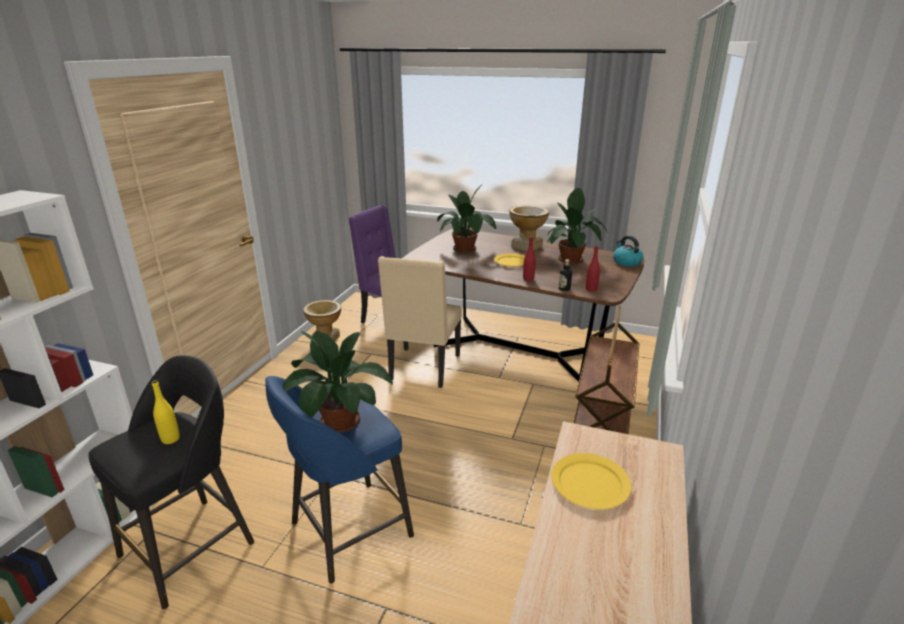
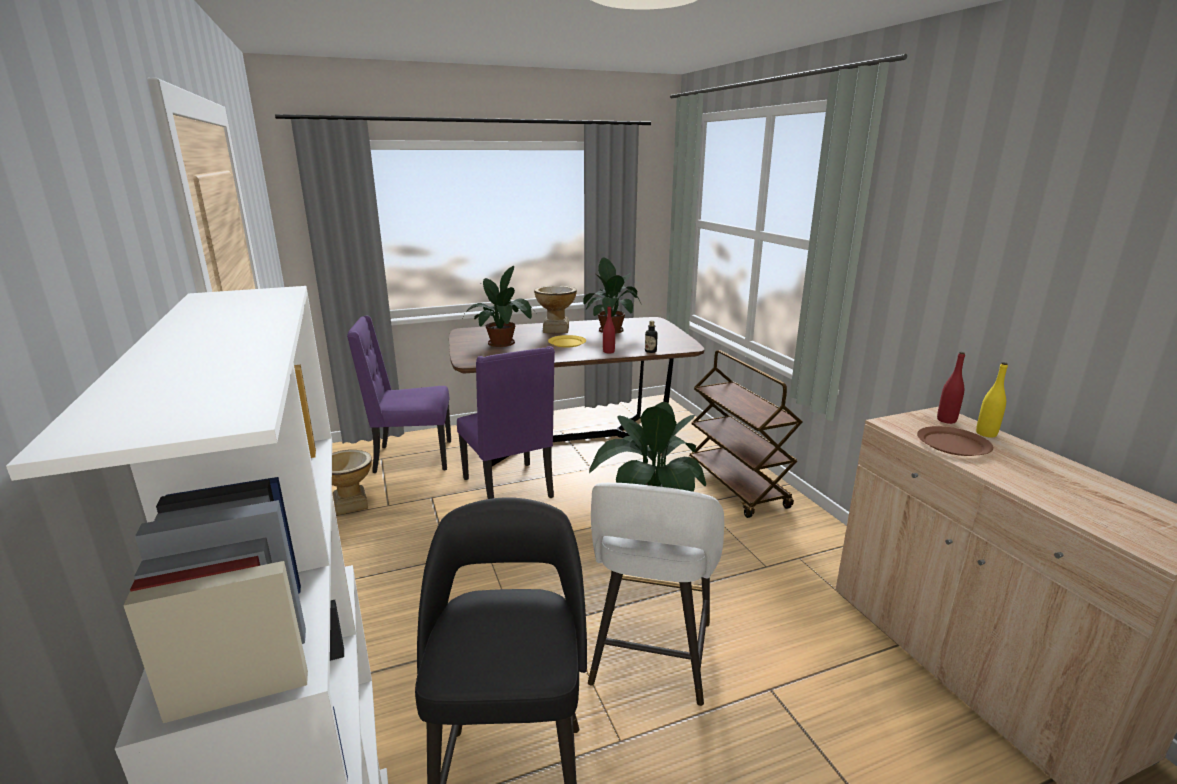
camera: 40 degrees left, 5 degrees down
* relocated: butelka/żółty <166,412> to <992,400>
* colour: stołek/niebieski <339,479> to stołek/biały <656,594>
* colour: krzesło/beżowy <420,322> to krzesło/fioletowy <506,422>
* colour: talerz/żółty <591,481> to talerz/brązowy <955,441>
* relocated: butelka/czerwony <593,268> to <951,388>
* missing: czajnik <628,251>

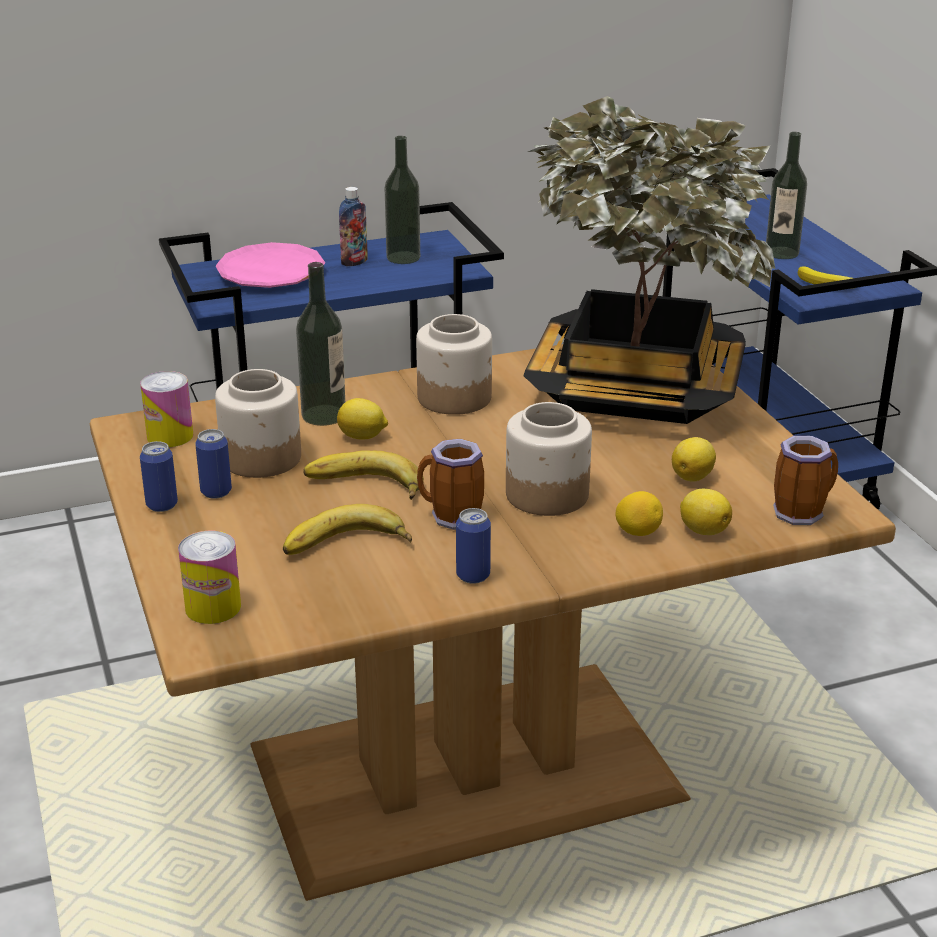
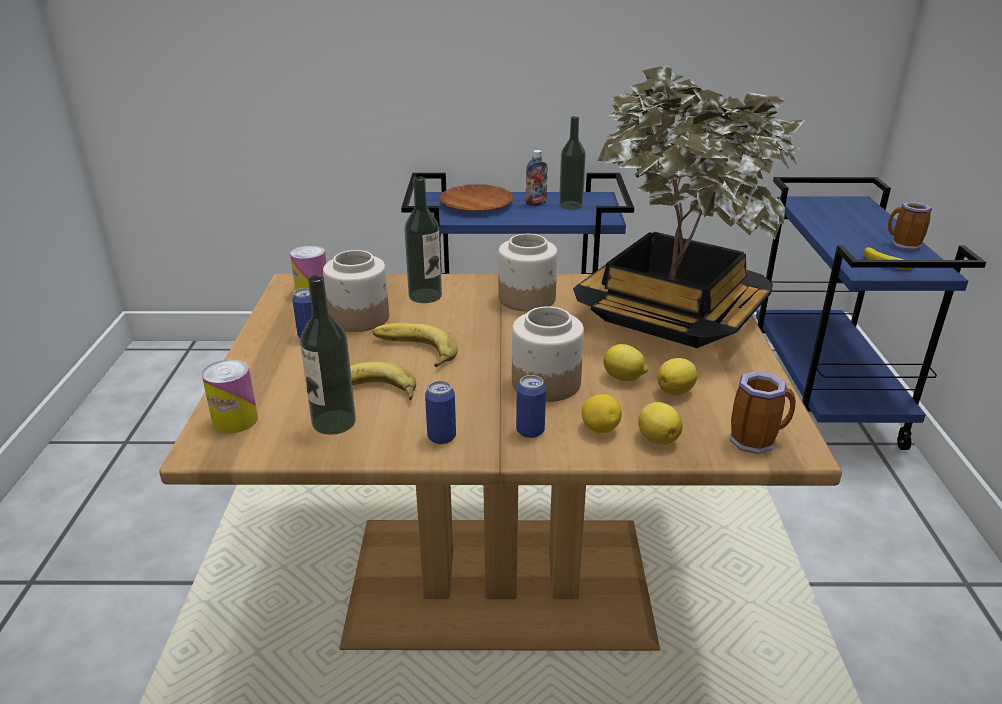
camera: 20 degrees right, 0 degrees up
* relocated: puszka <159,476> to <531,406>
* colour: talerz/różowy <270,265> to talerz/brązowy <476,198>
* relocated: cytryna <362,419> to <625,362>
* relocated: kubek <450,484> to <910,225>
* relocated: butelka <786,195> to <328,355>

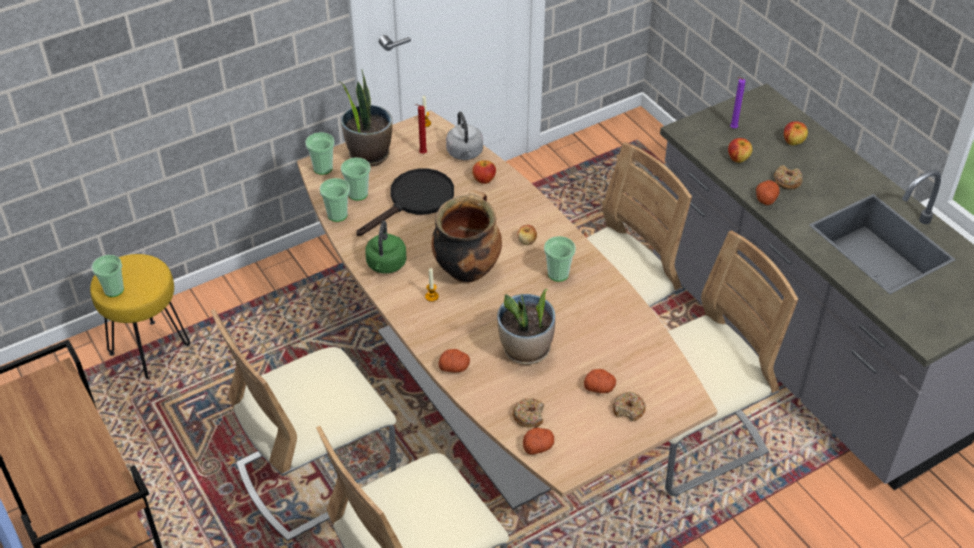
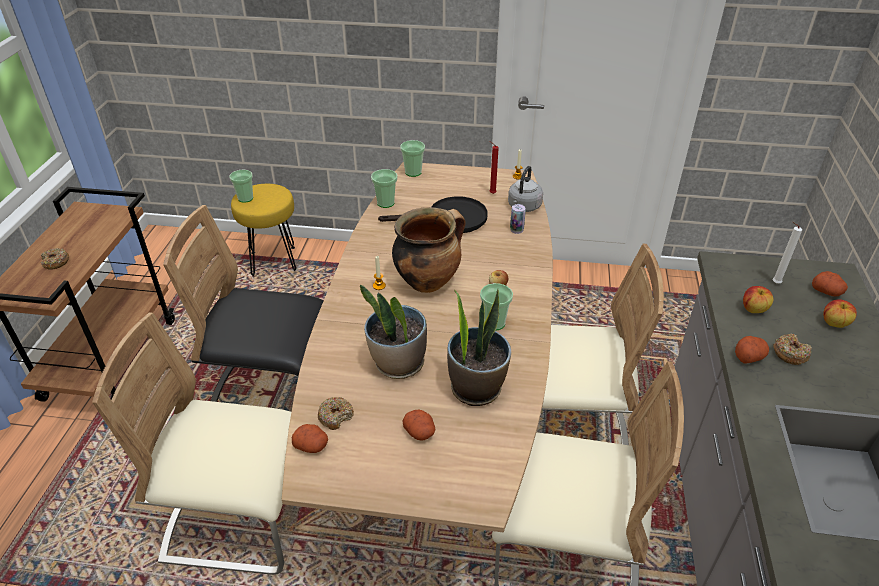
camera: 40 degrees right, 5 degrees down
* colour: krzesło/beżowy <303,425> to krzesło/czarny <243,303>
* relocated: roślina doniczkowa <365,118> to <479,347>
* missing: filiżanka <356,179>
* missing: czajnik/zielony <386,247>
* relocated: ziemniak <454,360> to <830,284>
* exchanged: jabłko <484,172> to puszka <518,219>
* relocated: donut <629,407> to <55,259>
* colour: świeca/fioletowy <737,102> to świeca/biały <787,253>

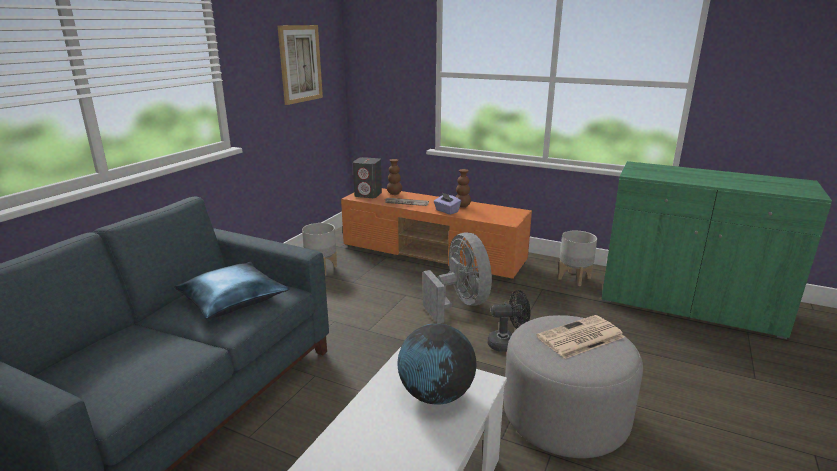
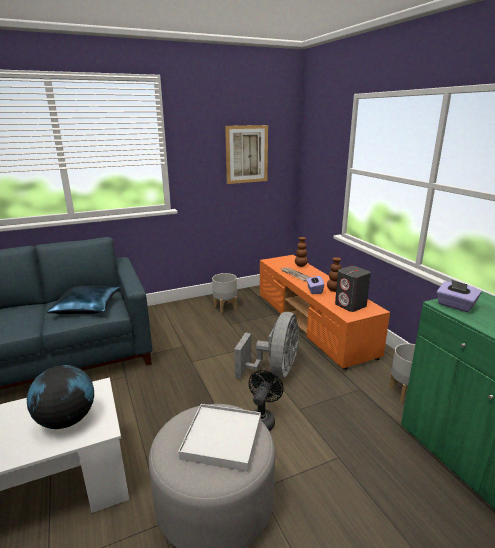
camera: 40 degrees right, 0 degrees up
* relocated: głośnik/szary <367,177> to <353,289>
* spun: wentylator/czarny <508,321> = <265,400> 105 degrees counterclockwise
* exchanged: gazeta <581,337> to taca/biały <219,438>
* appeared: pudełko chusteczek/fioletowy <459,296>

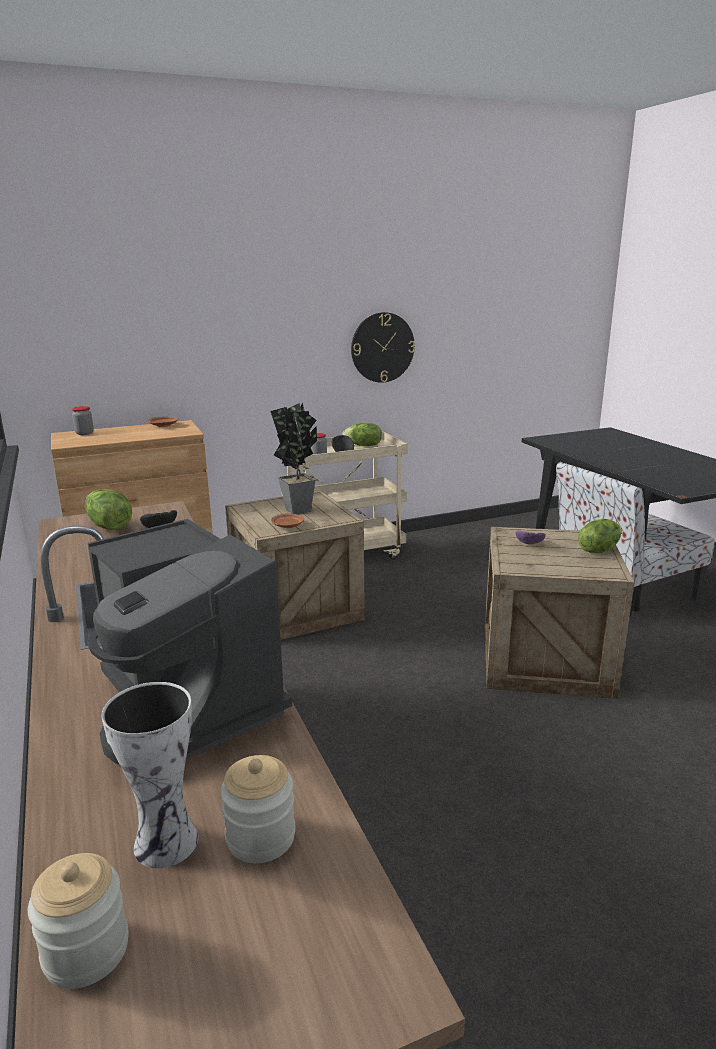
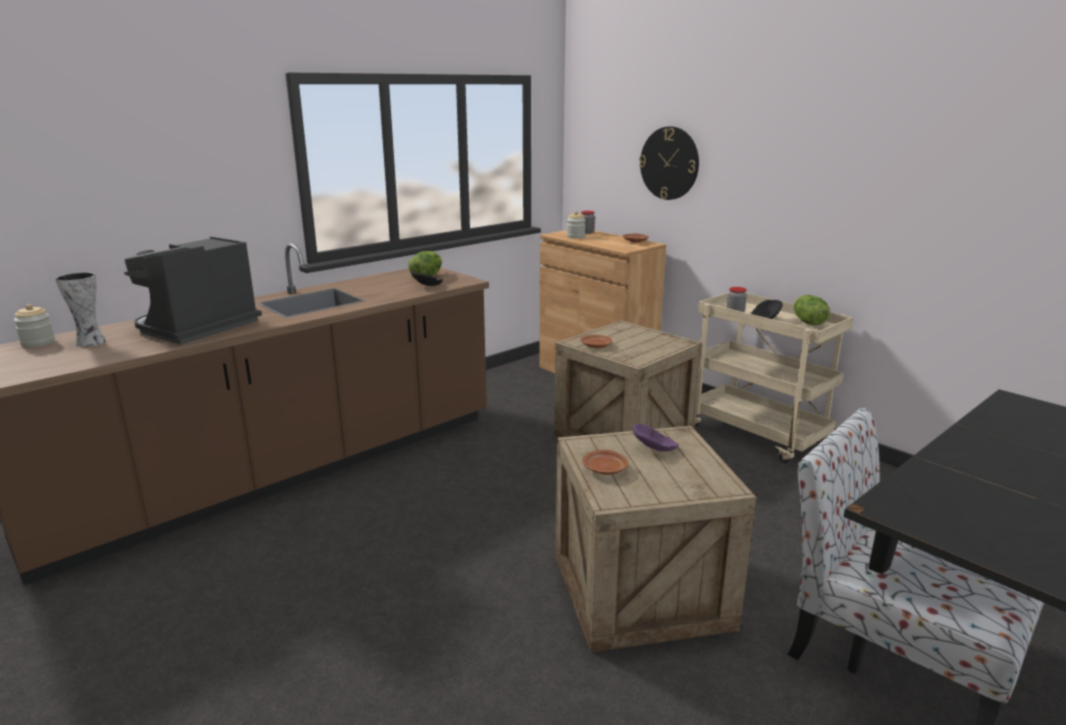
camera: 70 degrees right, 0 degrees up
* relocated: słoik <257,809> to <576,225>
* missing: roślina doniczkowa <293,458>
* relocated: zegar ścienny <383,347> to <669,163>
* missing: sałata <600,536>
* appeared: talerz/brązowy <605,462>

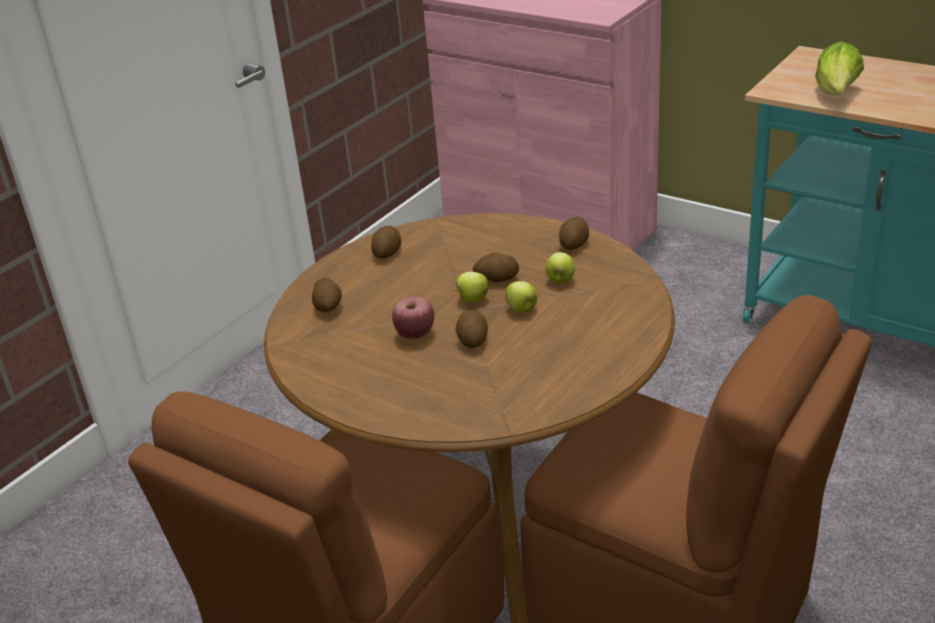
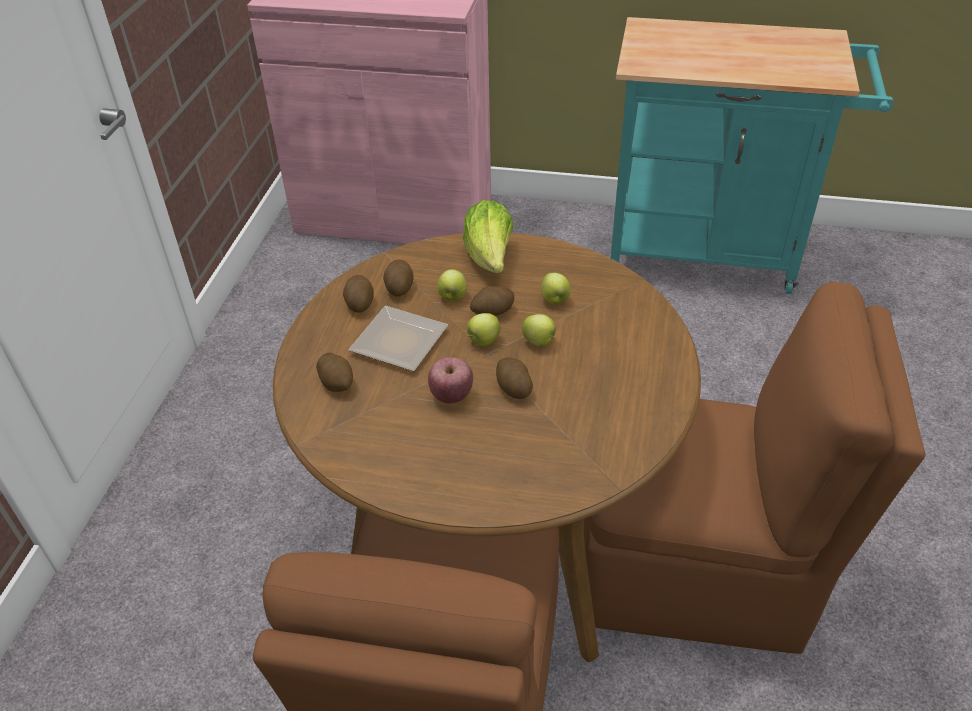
camera: 25 degrees left, 10 degrees up
* relocated: ziemniak <574,233> to <398,277>
* relocated: sałata <839,68> to <488,236>
* appeared: talerz <398,338>
* appeared: jabłko <452,285>

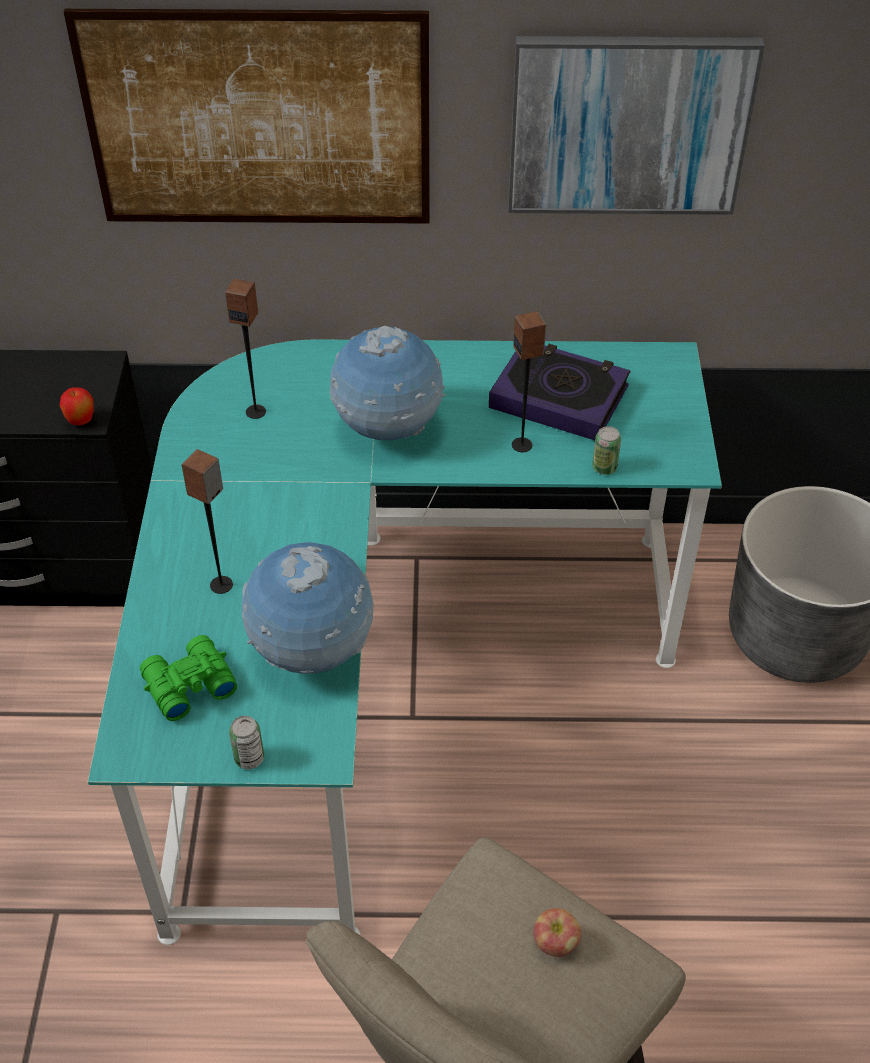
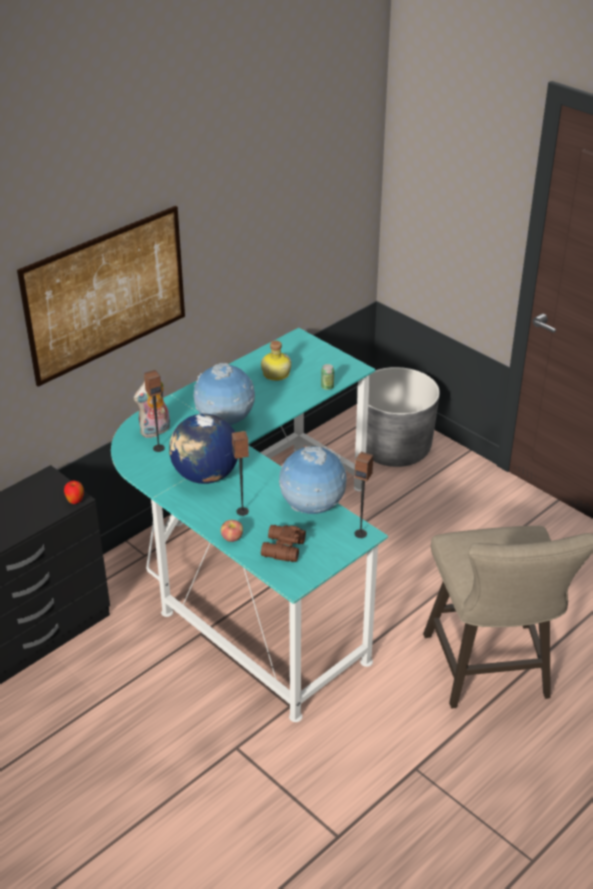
camera: 45 degrees left, 10 degrees down
* colour: lornetka/zielony <188,678> to lornetka/brązowy <283,543>
* missing: puszka <246,742>
* exchanged: książka <560,392> to butelka <276,361>
* missing: obraz <636,125>
* relocated: głośnik <529,381> to <363,495>
* relocated: jabłko <557,932> to <232,531>
* appeared: pluszak <152,409>
* appeared: globus <203,449>

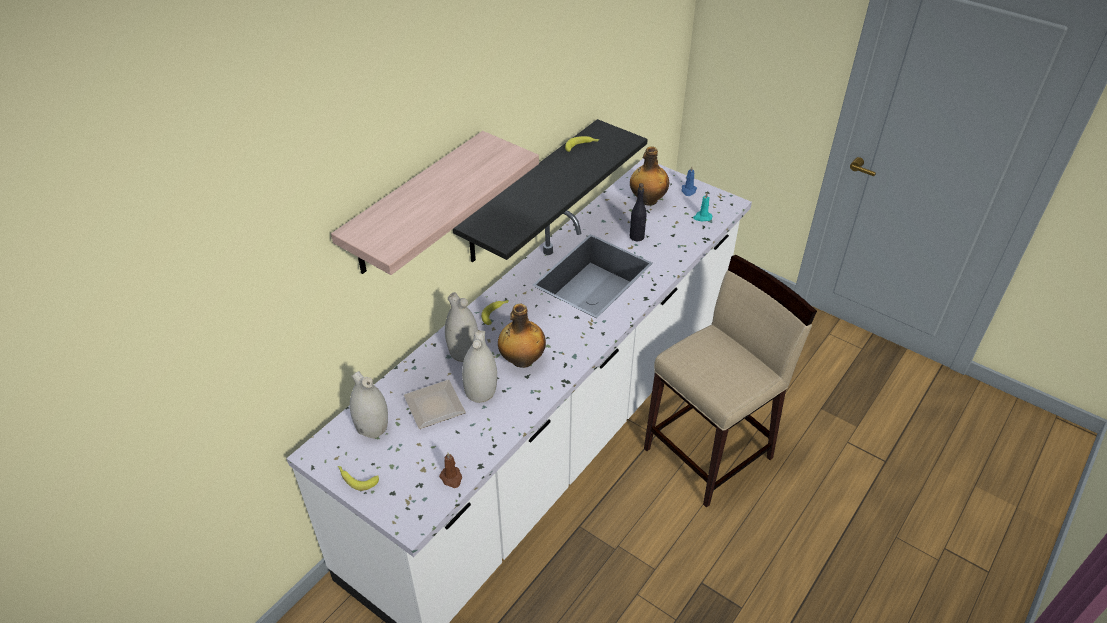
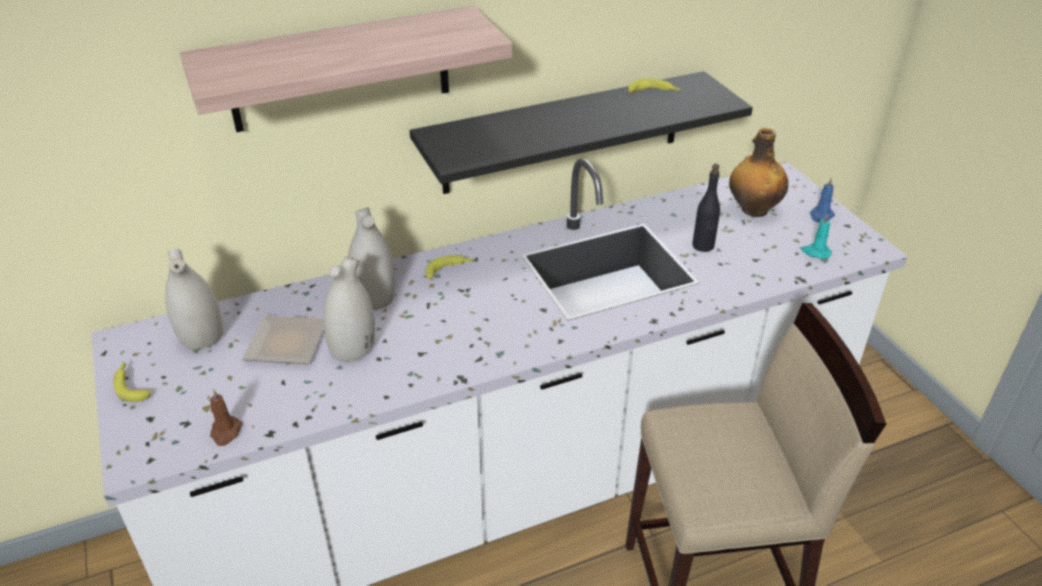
camera: 30 degrees right, 5 degrees down
* missing: butelka <522,336>

